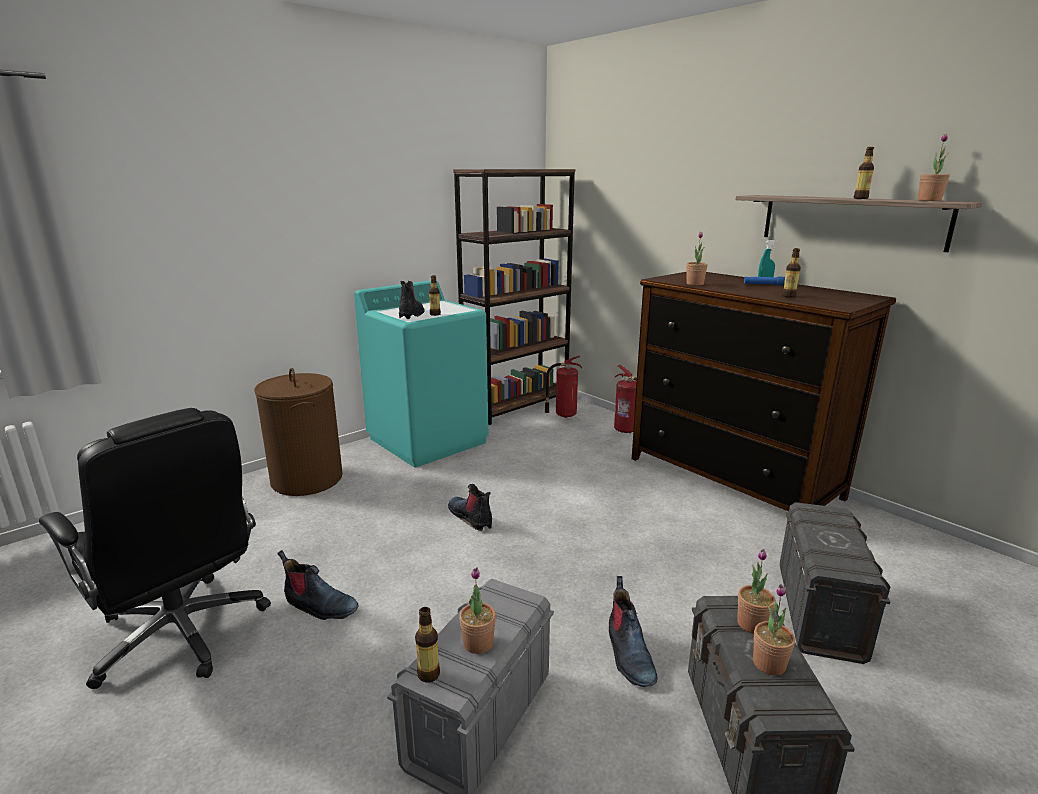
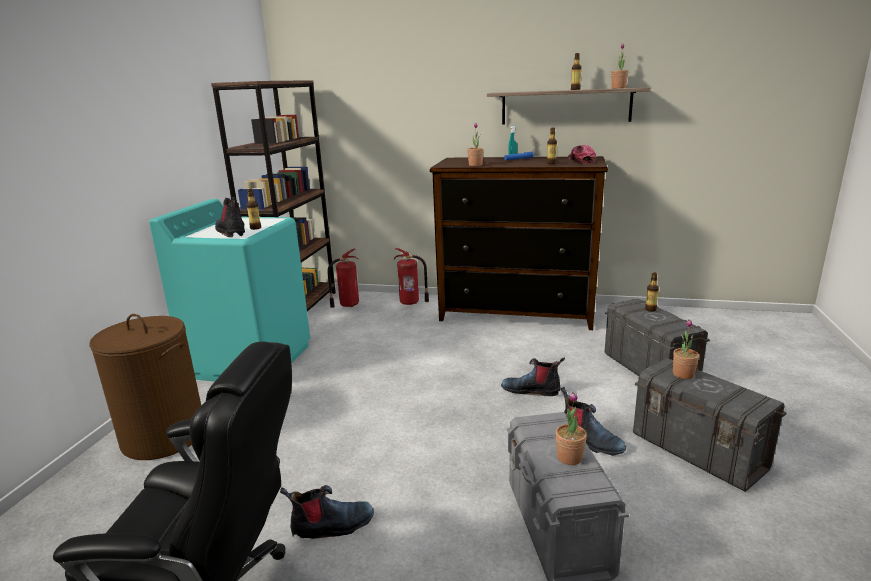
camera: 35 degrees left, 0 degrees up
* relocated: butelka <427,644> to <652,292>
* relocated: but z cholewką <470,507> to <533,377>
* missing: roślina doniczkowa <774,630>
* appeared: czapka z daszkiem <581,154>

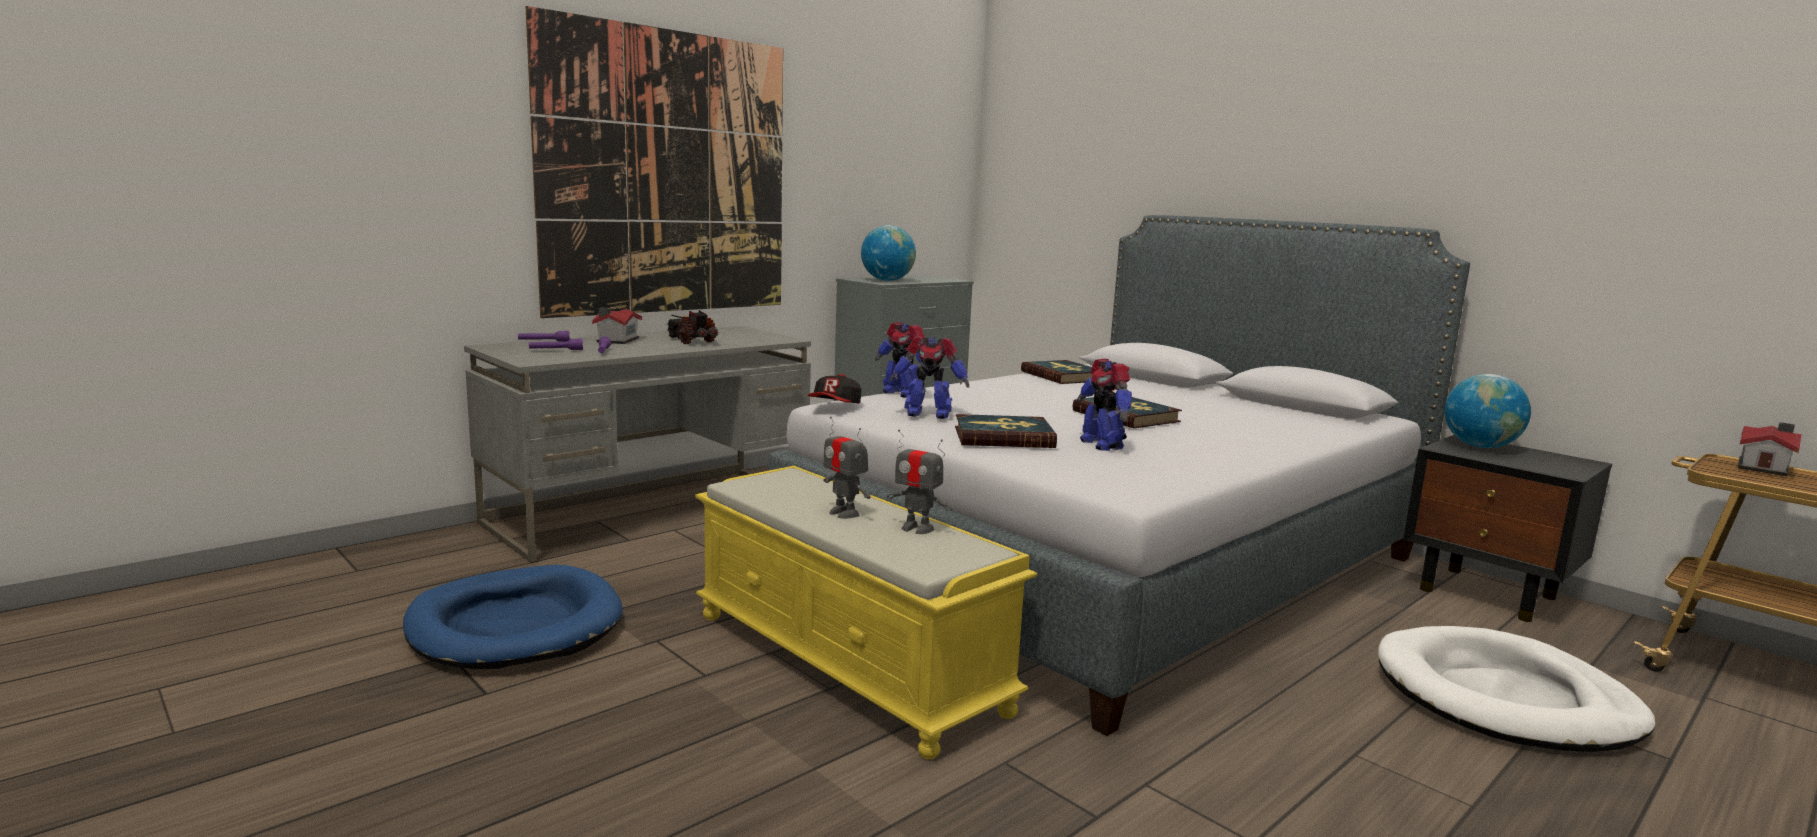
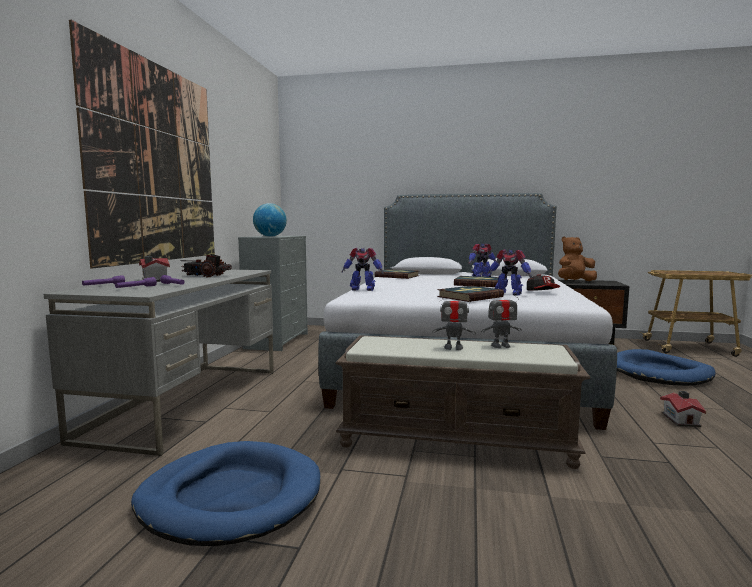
camera: 35 degrees left, 5 degrees down
* colour: ławka/żółty <866,612> to ławka/brązowy <462,402>
* relocated: czapka z daszkiem <834,388> to <543,282>
* relocated: robot zabawkowy <929,377> to <482,260>
* colour: legowisko/biały <1516,689> to legowisko/niebieski <666,367>
* exchanged: globus <1487,411> to pluszak/brązowy <577,258>
* relocated: domek <1770,449> to <683,409>

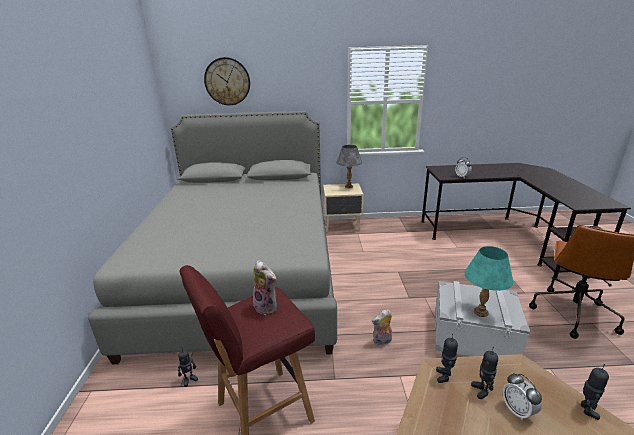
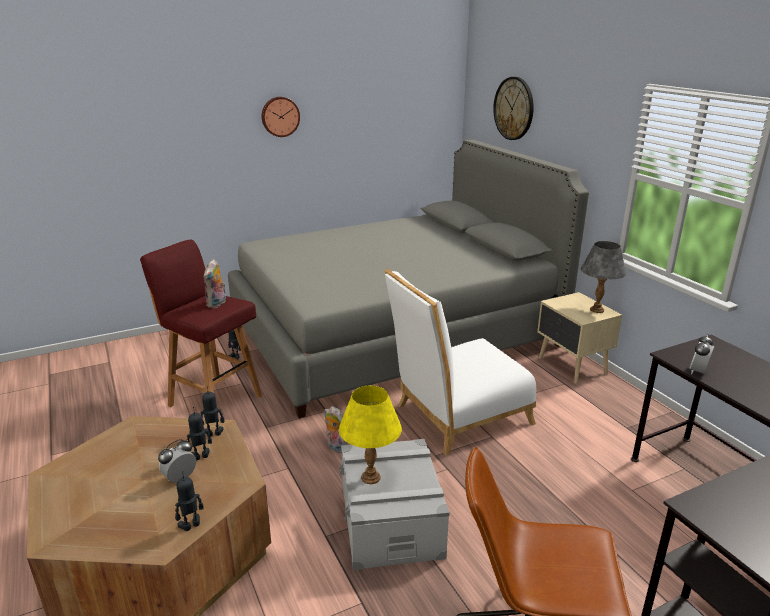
camera: 65 degrees right, 0 degrees up
* colour: lampa stołowa/turkusowy <488,281> to lampa stołowa/żółty <370,435>
* spun: robot zabawkowy <595,392> = <189,501> 150 degrees clockwise
* appeared: zegar ścienny <281,117>
* appeared: krzesło/biały <460,362>

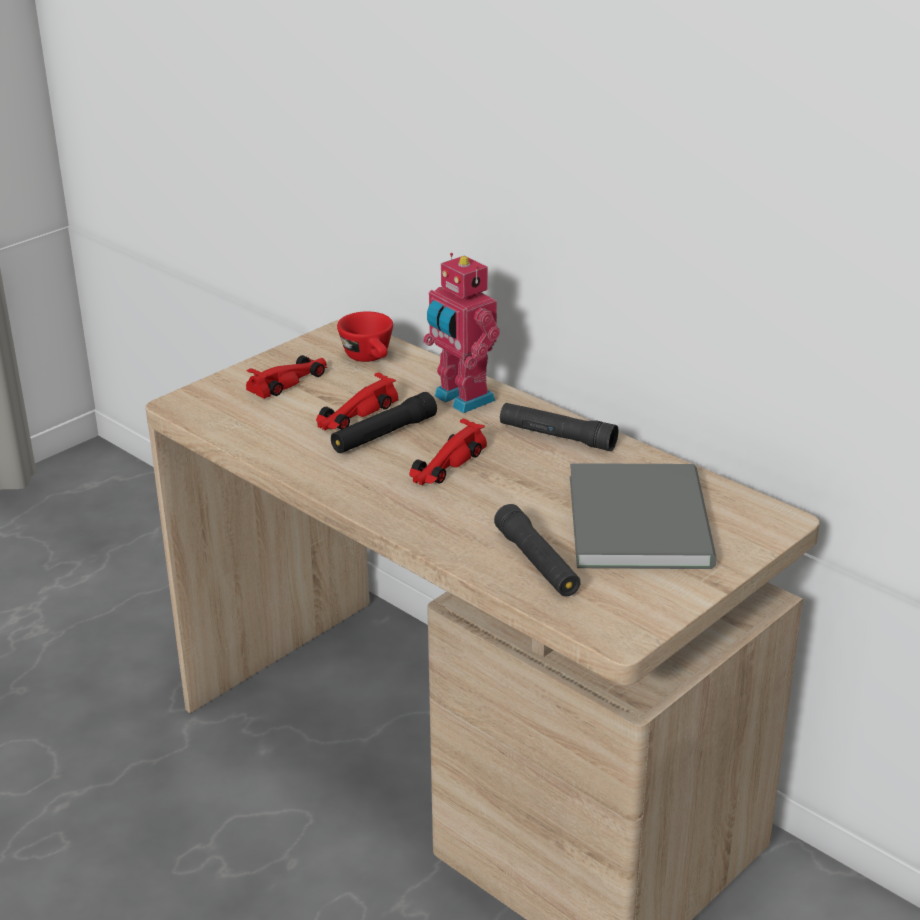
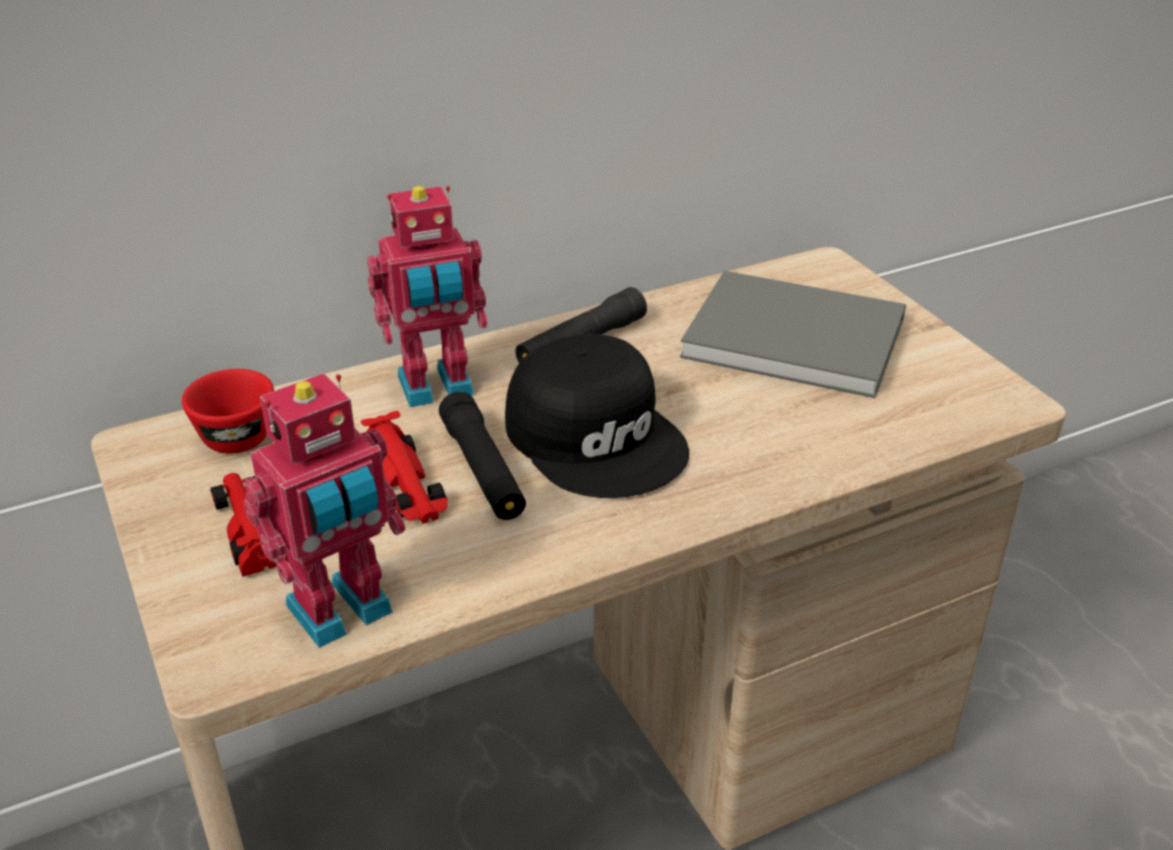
camera: 70 degrees left, 5 degrees up
* exchanged: samochodzik/czerwony <448,452> to czapka z daszkiem/czarny <597,415>
* missing: latarka/czarny <537,550>
* appeared: robot zabawkowy <324,510>

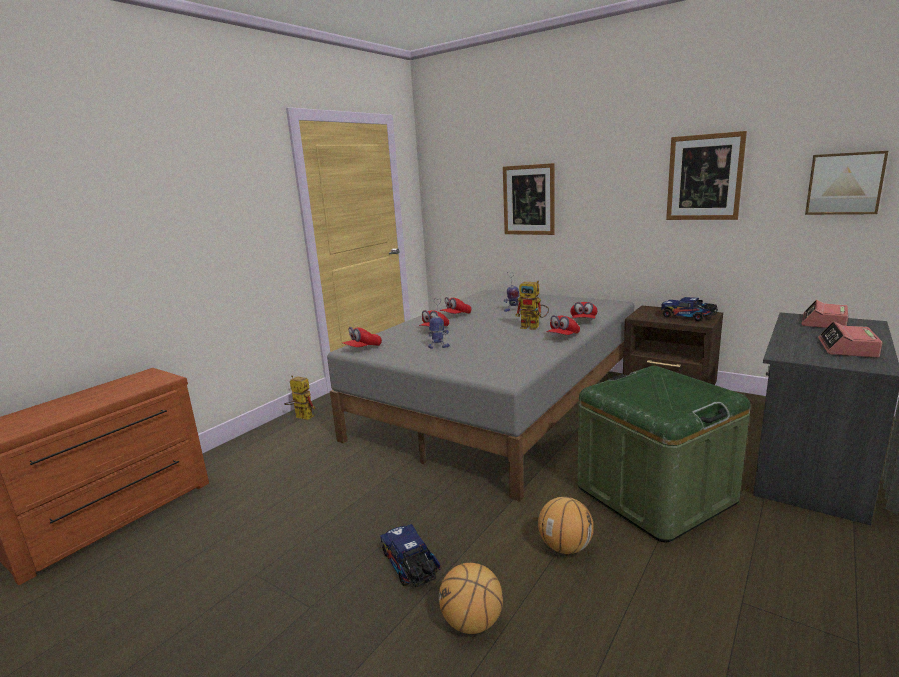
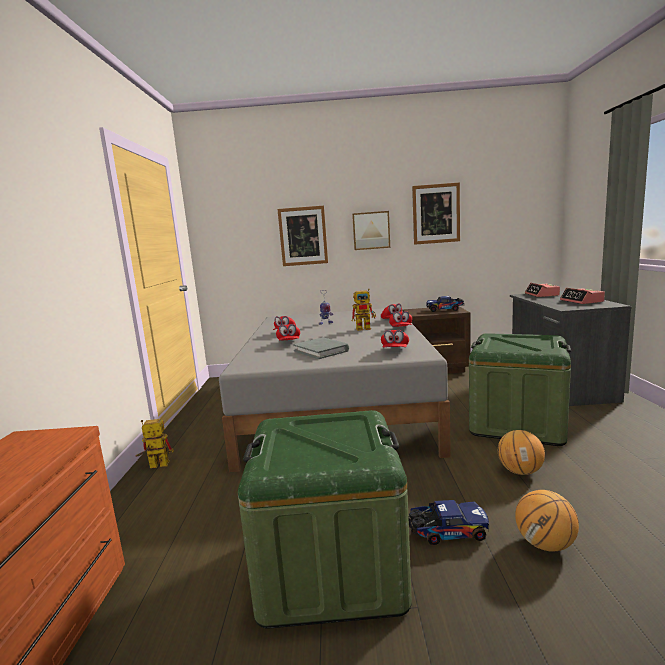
camera: 35 degrees left, 5 degrees down
* relocated: czapka z daszkiem/czerwony <362,337> to <395,339>
* spun: ciężarówka zabawkowa <410,555> = <448,522> 150 degrees clockwise
* exchanged: robot zabawkowy <439,323> to książka/szary <321,348>
* relocated: obraz <846,183> to <371,230>
* appeared: pojemnik do przechowywania/zielony <325,519>

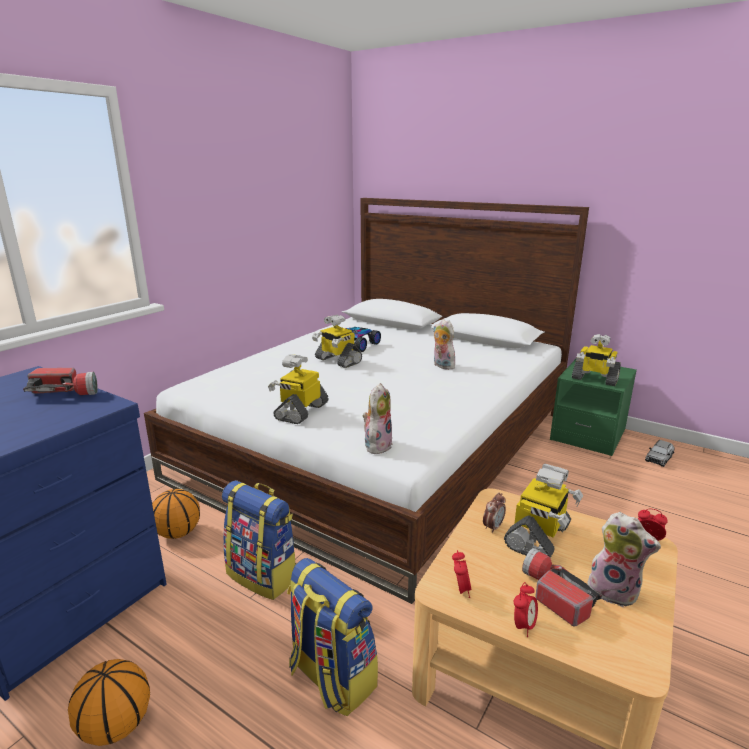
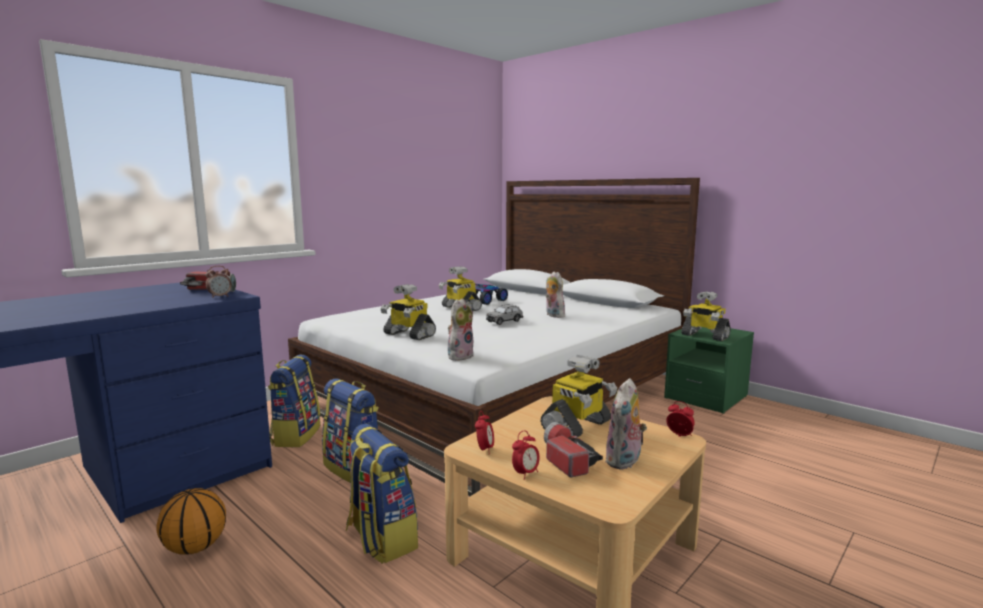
camera: 10 degrees right, 10 degrees down
* exchanged: piłka do koszykówki <176,514> to plecak <294,401>
* spun: robot zabawkowy <298,389> = <408,312> 90 degrees counterclockwise
* relocated: budzik <494,513> to <218,282>
* spun: pluszak <624,559> = <626,424> 75 degrees clockwise
* relocated: samochodzik/szary <659,453> to <504,314>

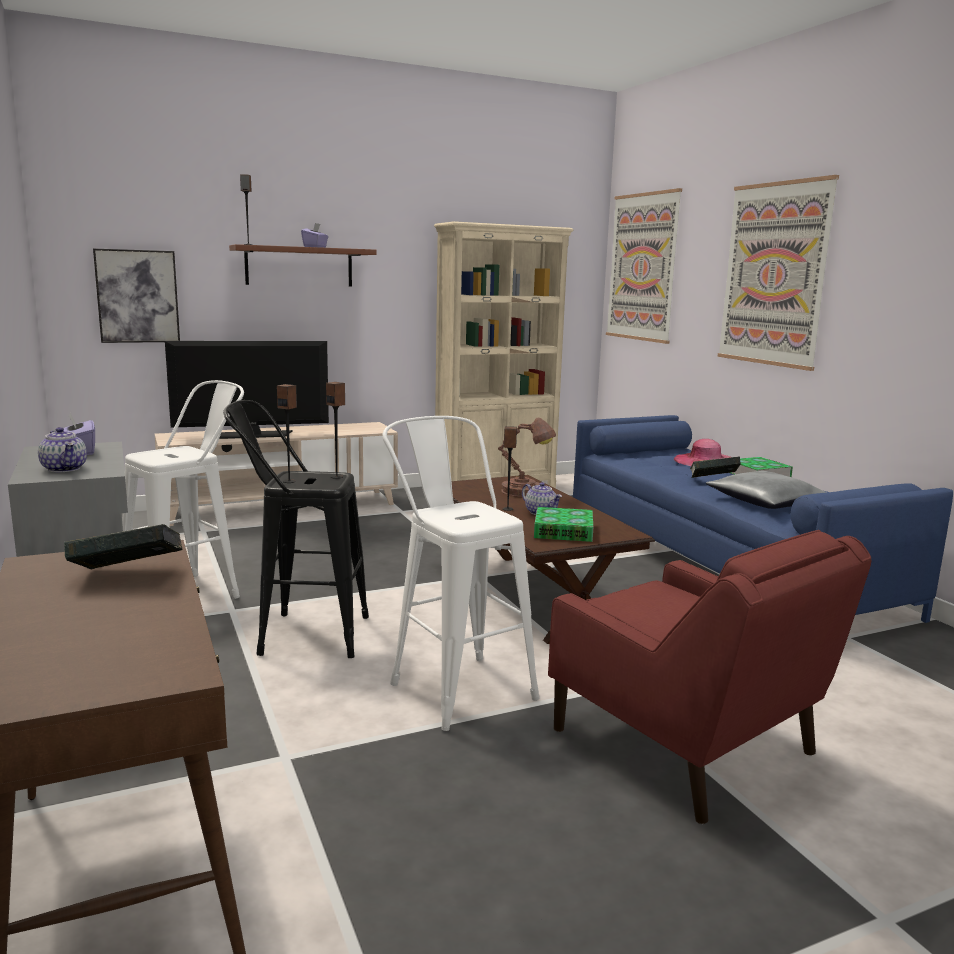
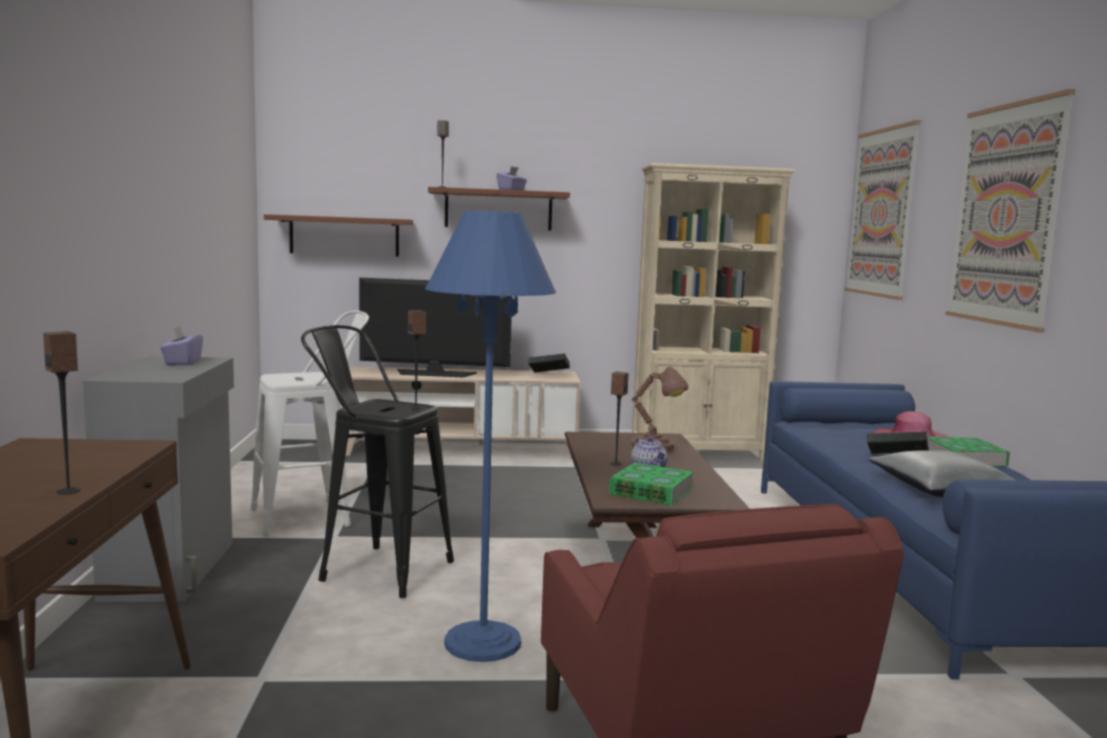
camera: 20 degrees right, 5 degrees down
* missing: imbryk <62,449>
* relocated: książka <123,546> to <549,363>
* exchanged: obraz <136,295> to półka/brązowy <338,235>
* relocated: głośnik <287,433> to <61,413>
* exchanged: stołek/biały <460,573> to lampa stojąca/niebieski <490,436>

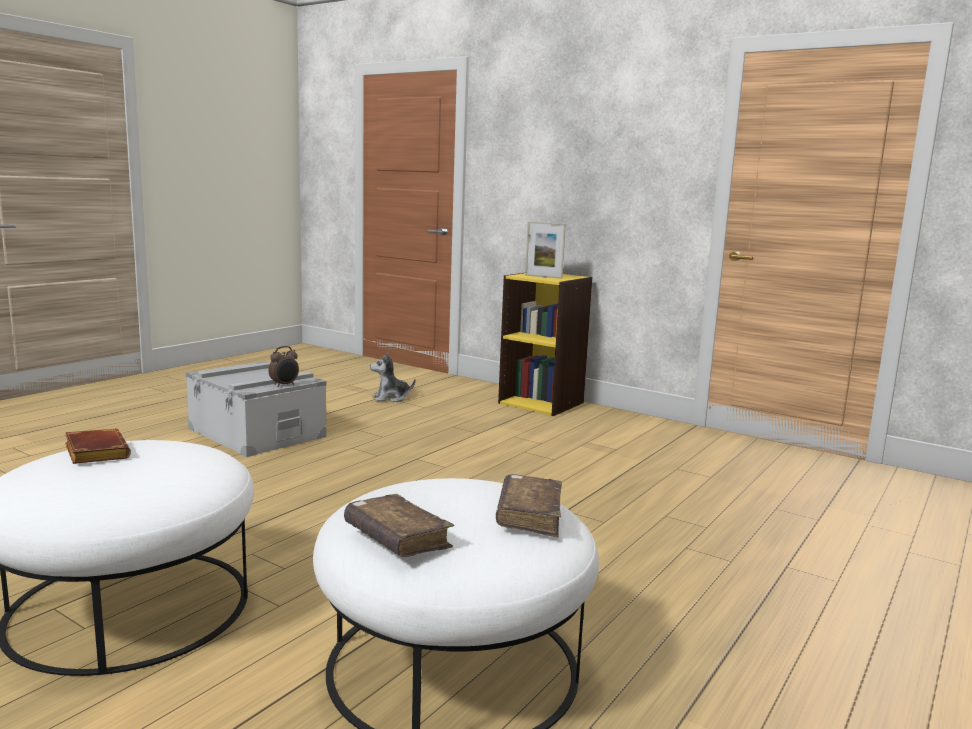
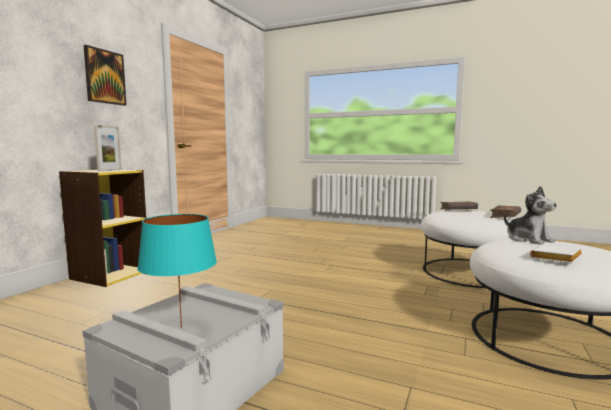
camera: 100 degrees left, 5 degrees down
* colour: książka/brązowy <98,446> to książka/biały <556,253>
* missing: budzik <283,366>
* relocated: pluszak <393,377> to <530,215>
* appeared: obraz <105,75>
* appeared: lampa stołowa/turkusowy <177,271>

